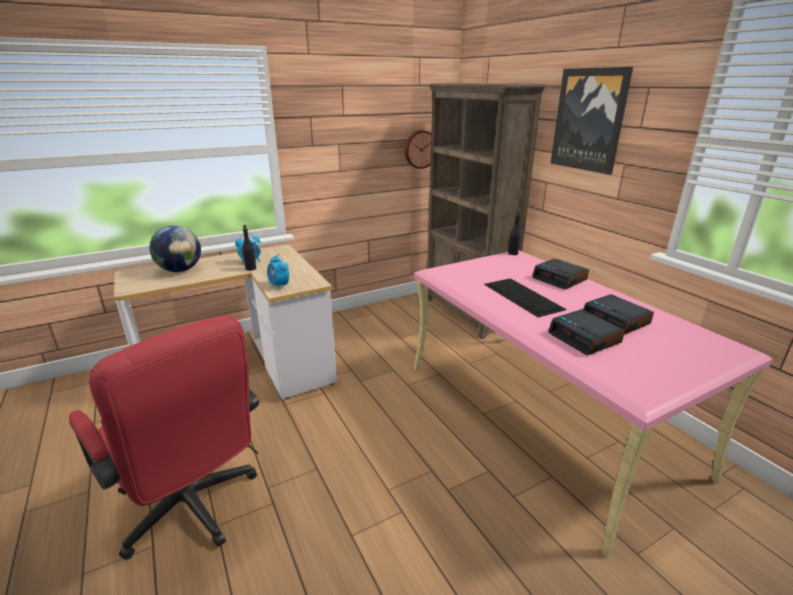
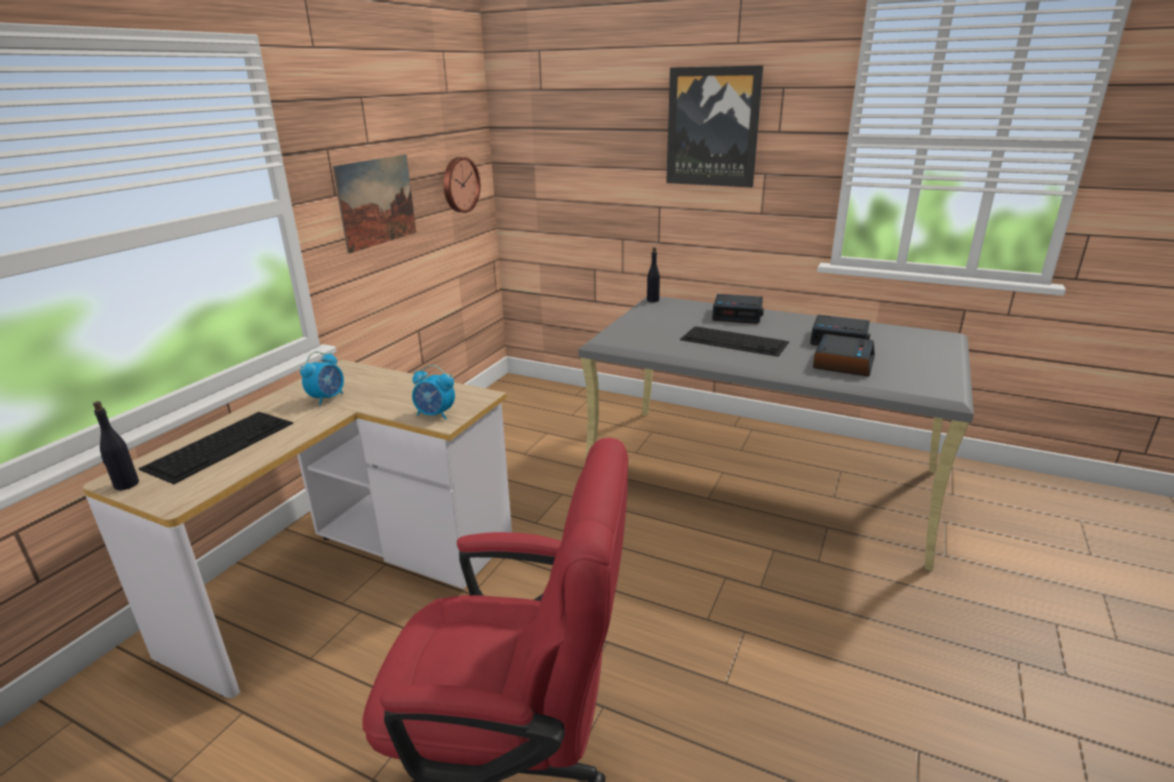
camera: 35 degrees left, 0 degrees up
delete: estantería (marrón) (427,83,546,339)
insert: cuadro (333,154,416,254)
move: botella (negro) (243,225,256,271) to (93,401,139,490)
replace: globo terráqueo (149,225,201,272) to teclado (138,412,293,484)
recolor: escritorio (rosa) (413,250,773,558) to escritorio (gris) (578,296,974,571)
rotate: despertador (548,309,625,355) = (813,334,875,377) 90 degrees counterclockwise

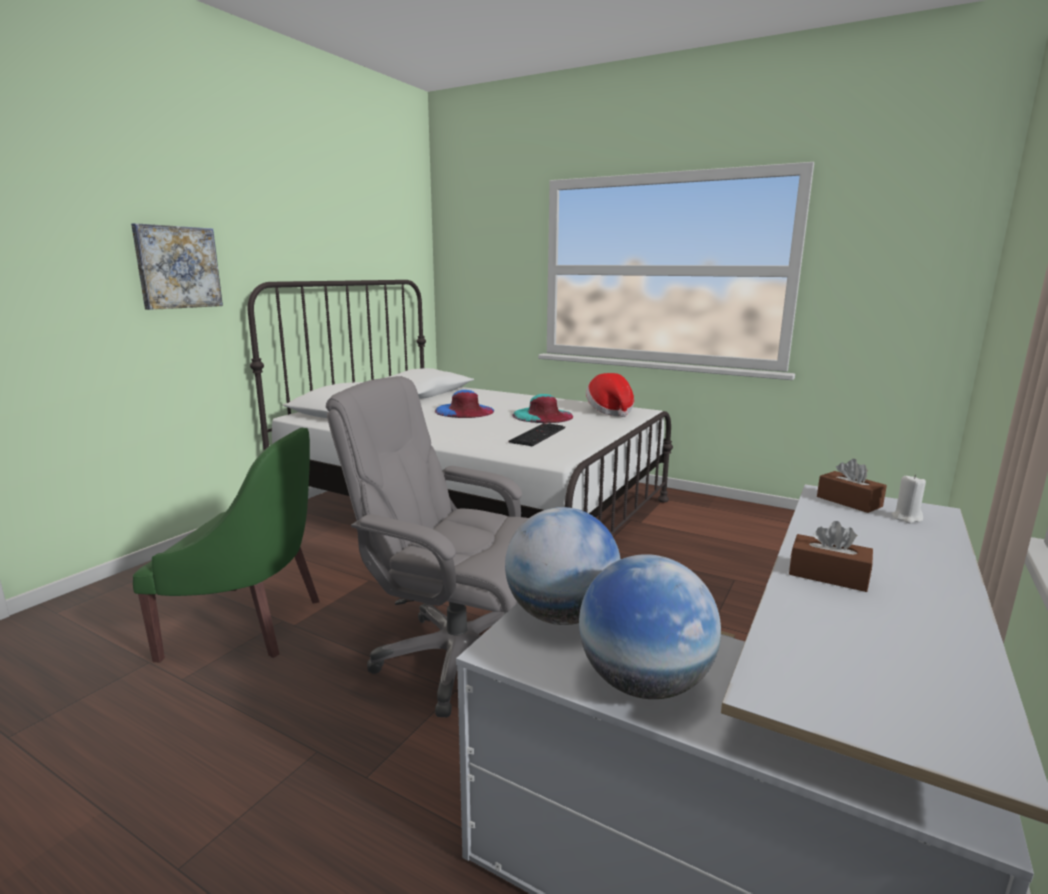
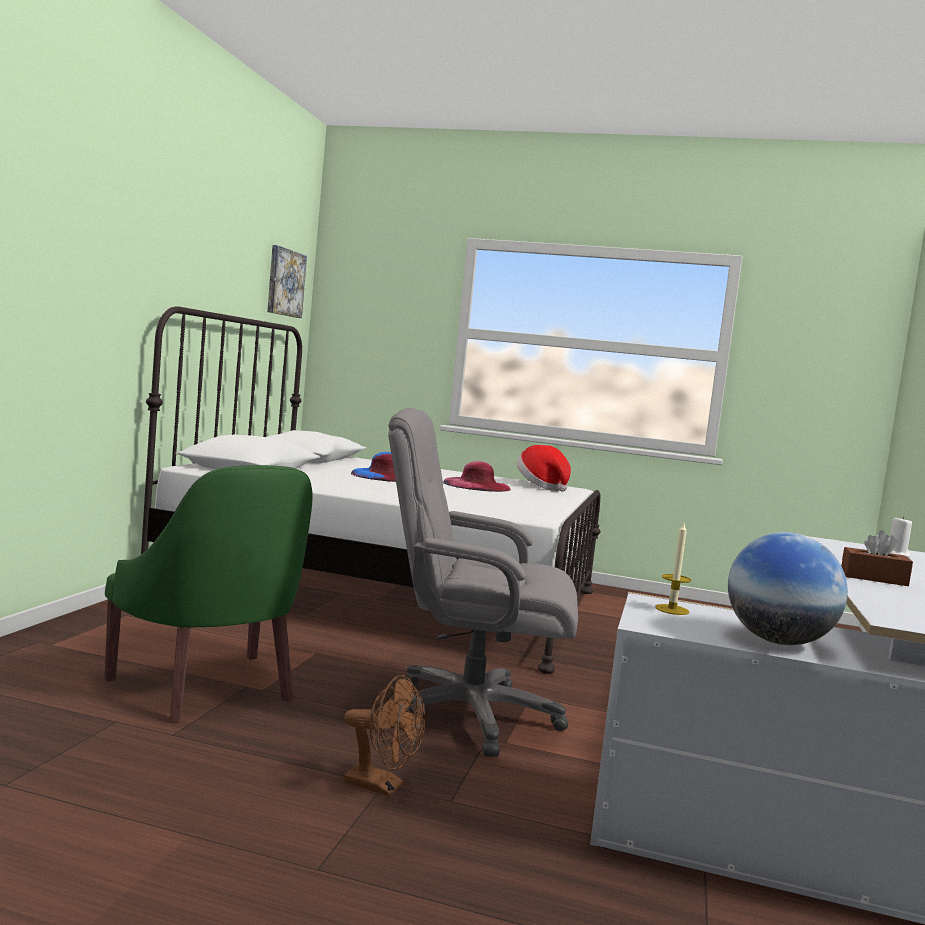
camera: 15 degrees left, 10 degrees down
delete: teclado (509,423,565,447); caja de pañuelos (marrón) (817,459,887,513)
insert: ventilador (marrón) (344,675,425,797)
move: cuadro (131,223,223,310) to (267,245,307,318)
replace: globo terráqueo (505,507,620,625) to vela (655,523,691,615)
recolor: sombrero (turquesa) (512,394,573,423) to sombrero (rosa) (443,461,511,492)
rotate: sillón (verde) (133,427,320,662) = (105,465,312,723) 60 degrees clockwise

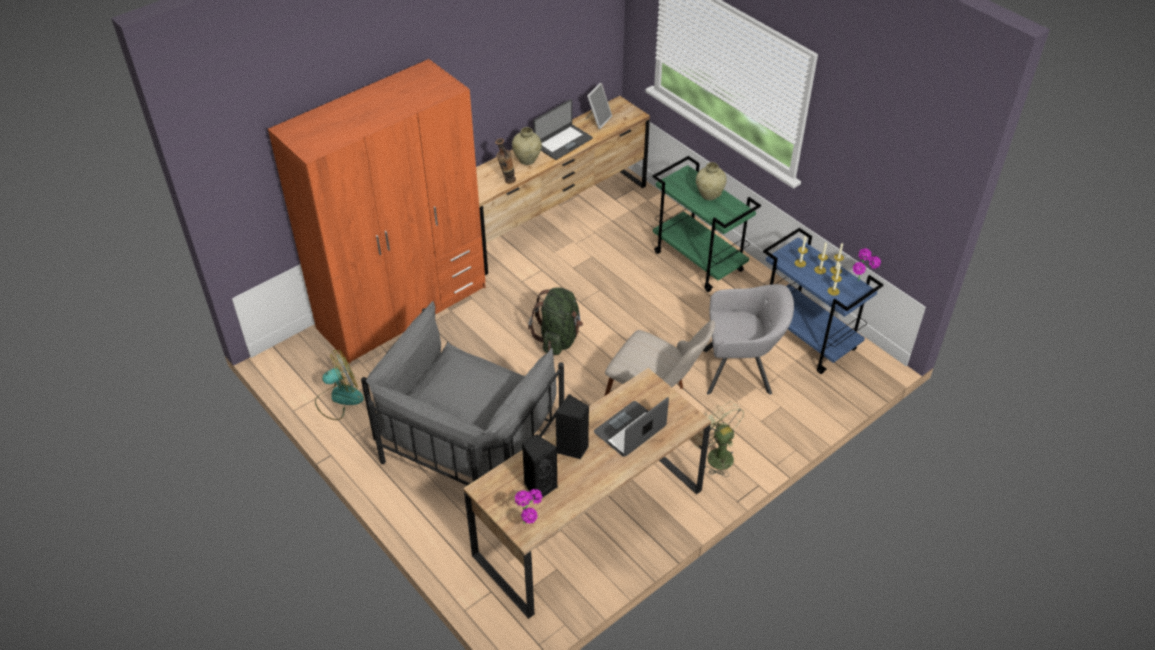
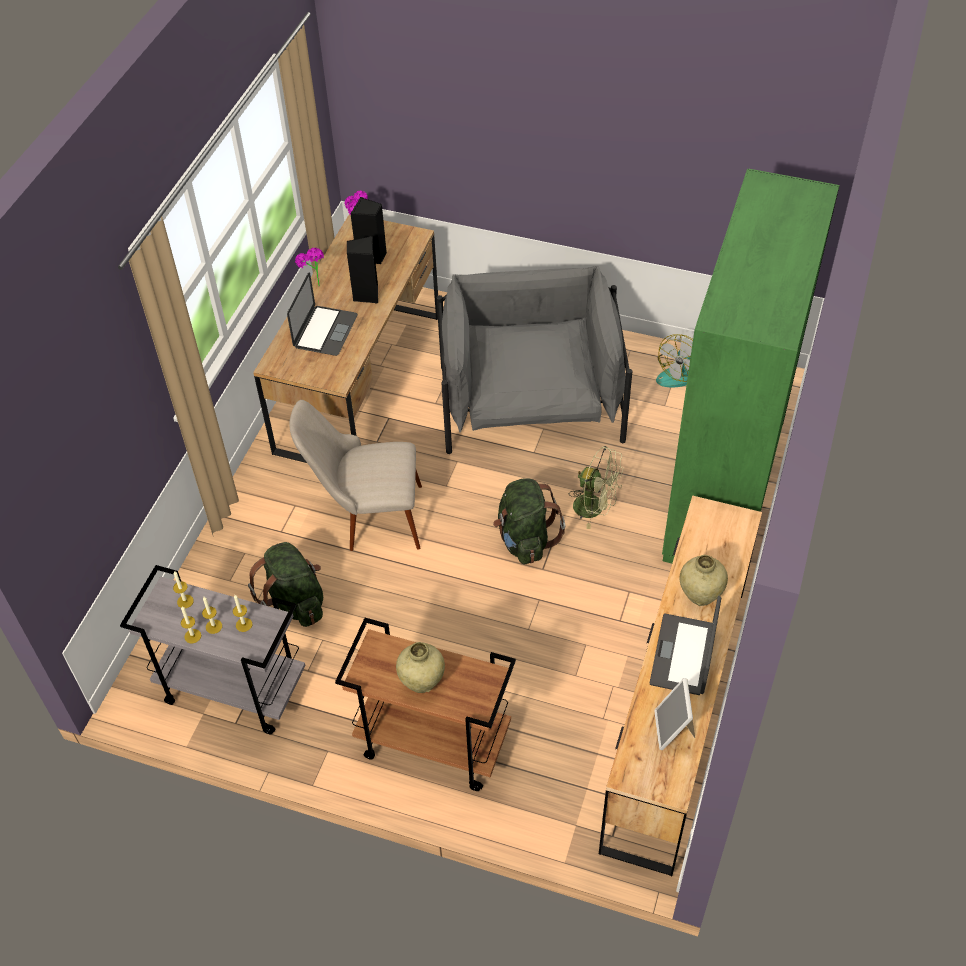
camera: 150 degrees right, 5 degrees up
delete: florero (495,138,516,184)
move: planta en maceta (853,248,881,281) to (295,248,324,286); ventilador (verde) (695,401,744,477) to (569,446,624,529)
replace: sillón (gris) (703,284,794,395) to mochila (verde) (248,542,323,627)
recolor: carrito (azul) (763,228,884,374) to carrito (gris) (120,565,306,734); carrito (verde) (653,156,761,292) to carrito (marrón) (335,618,516,791); armario ropero (naranja) (268,59,485,364) to armario ropero (verde) (662,169,840,564)

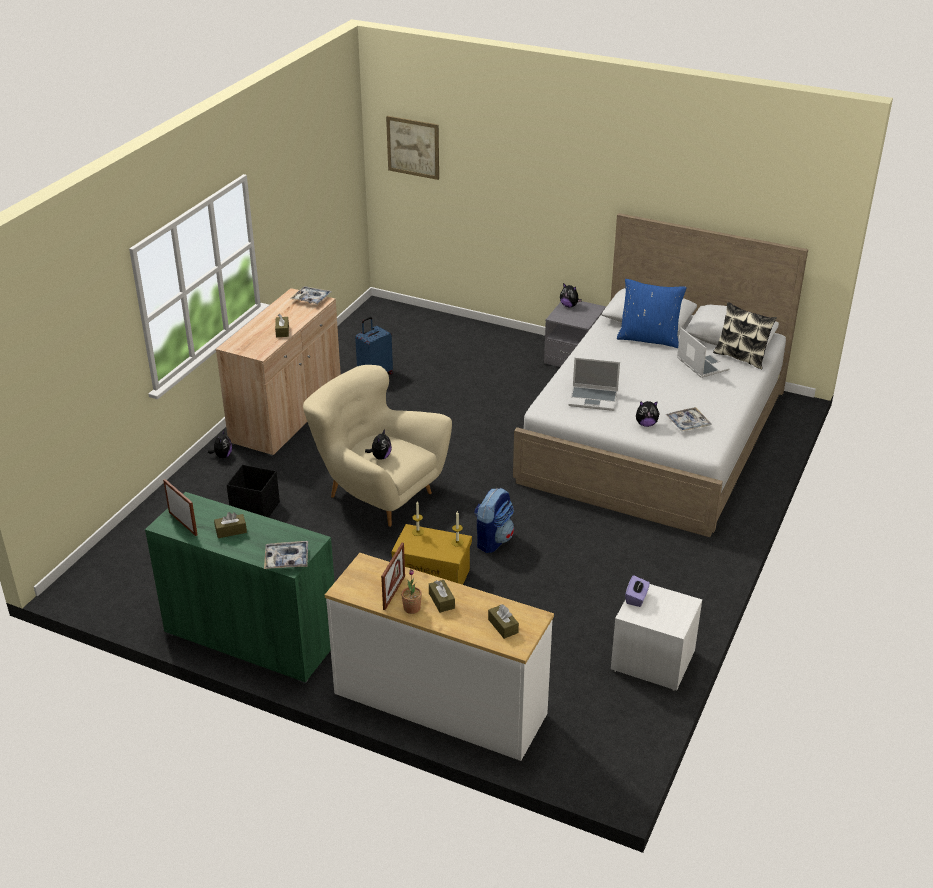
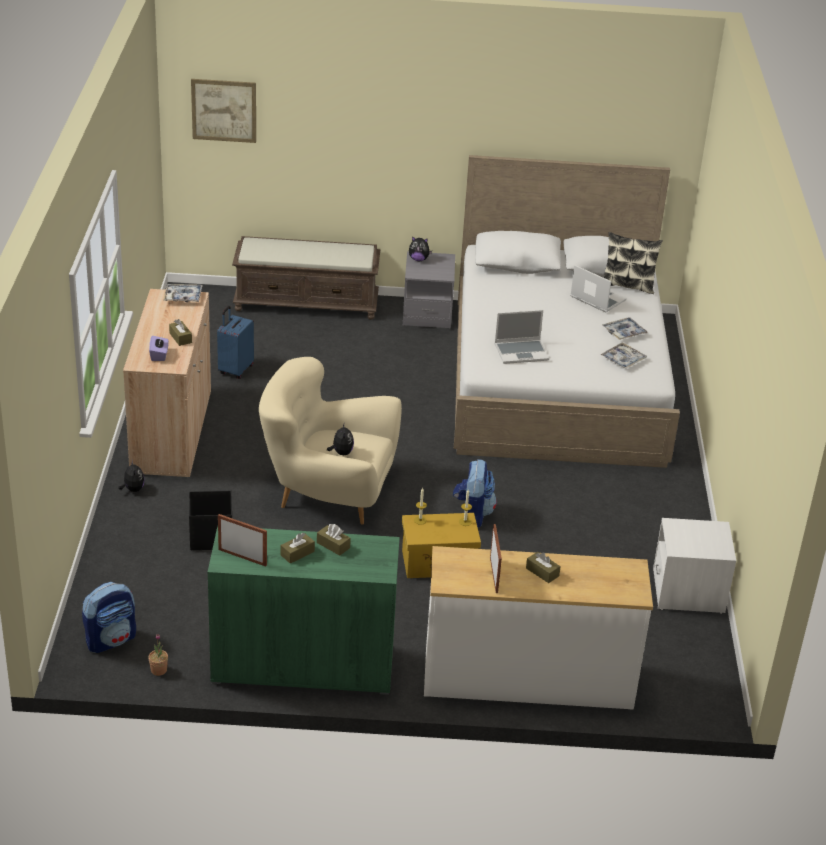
camera: 25 degrees left, 0 degrees up
delete: cojín (azul) (617,279,687,348); peluche (636,401,660,427)
insert: mochila (82,582,136,653); banco (marrón) (232,236,380,320)
move: planta en maceta (401,569,422,614) to (148,634,168,676); caja de pañuelos (morado) (625,575,650,607) to (149,336,169,361); caja de pañuelos (marrón) (488,604,519,639) to (317,524,351,556); bandeja (264,541,308,569) to (603,317,648,340)

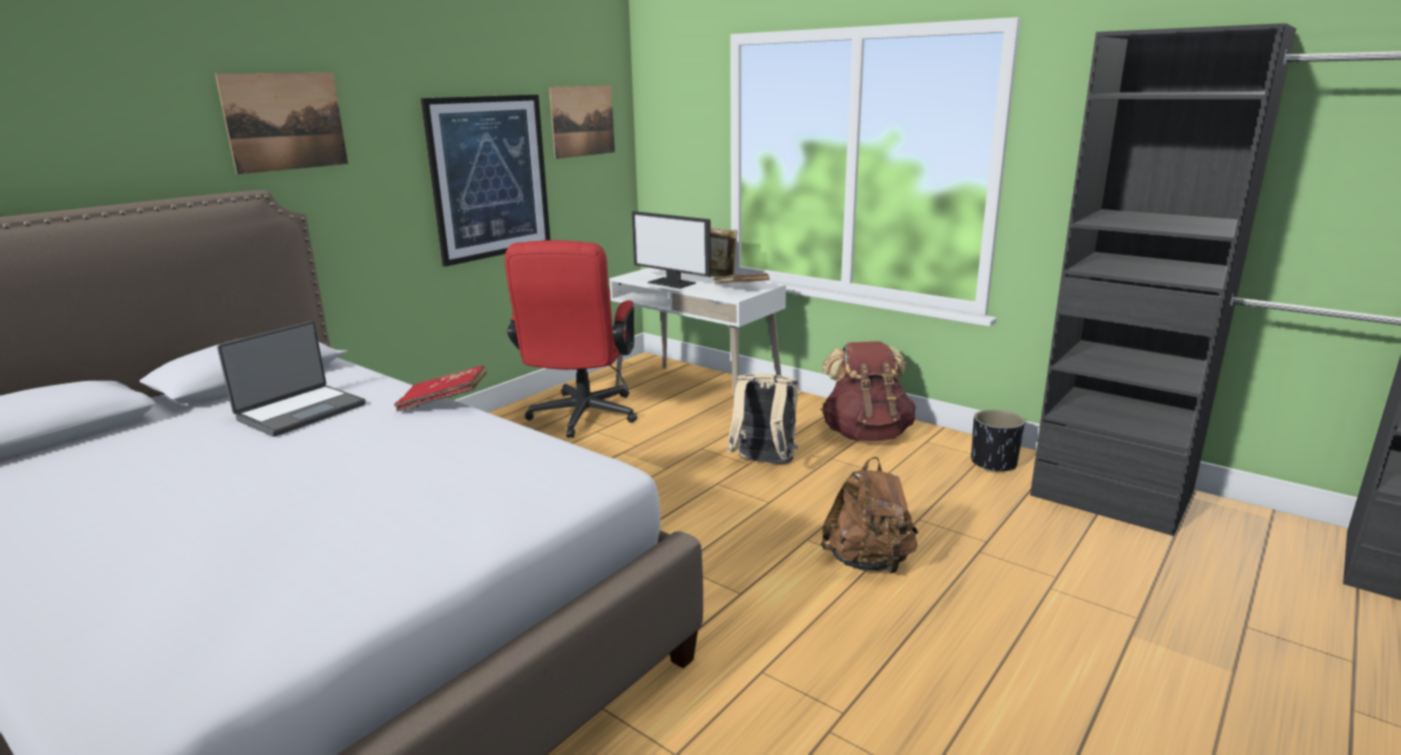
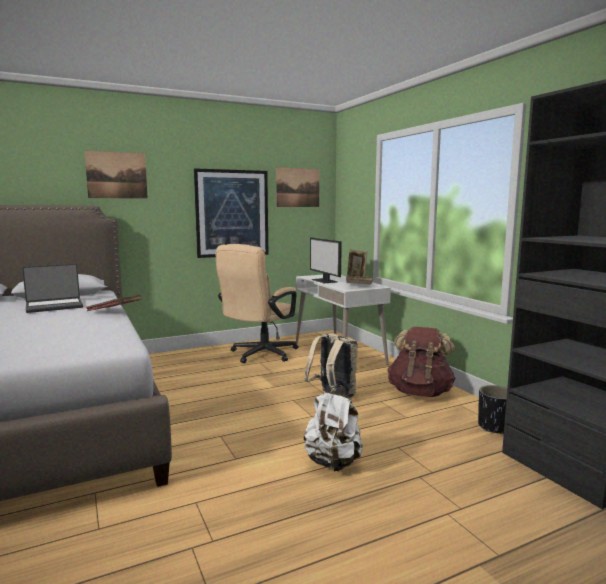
camera: 25 degrees right, 10 degrees down
recolor: silla de oficina (rojo) (505,240,637,438) to silla de oficina (beis) (216,244,298,363); mochila (marrón) (821,457,918,574) to mochila (blanco) (304,385,363,471)

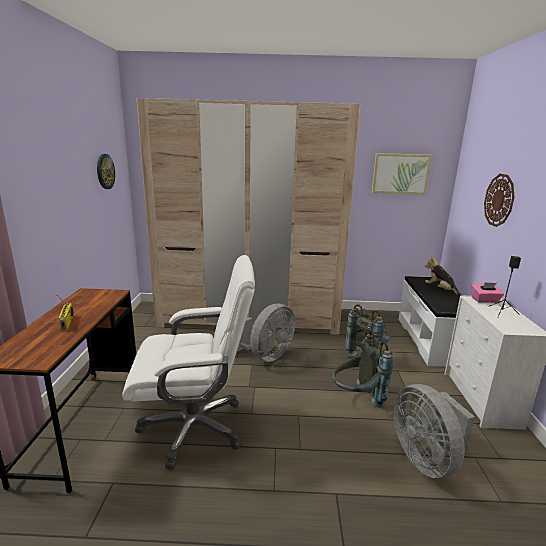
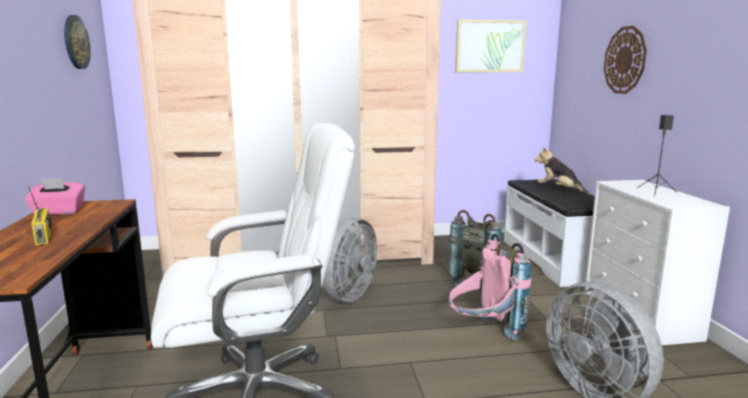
camera: 10 degrees left, 5 degrees down
move: caja de pañuelos (rosa) (471,282,504,303) to (25,178,85,215)
recolor: mochila (gris) (332,331,393,408) to mochila (rosa) (448,234,532,340)

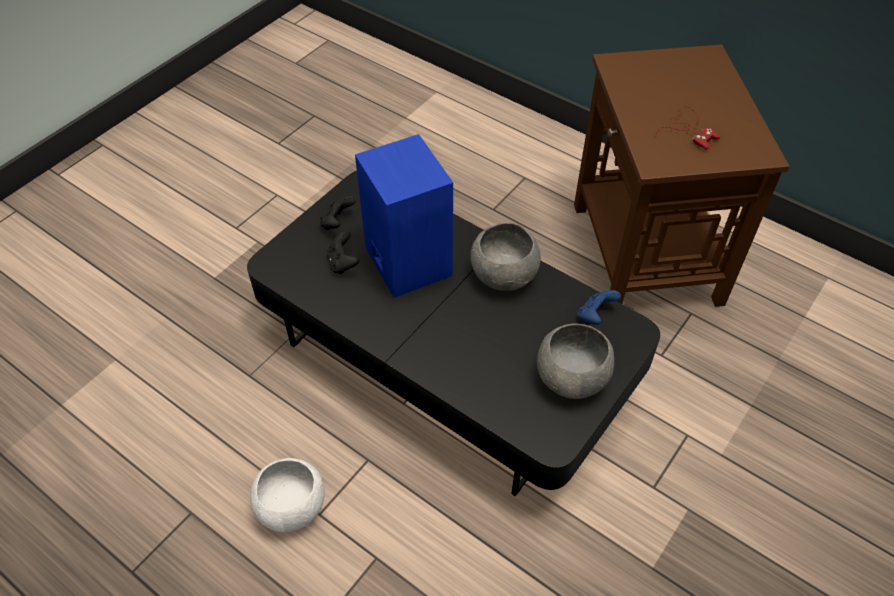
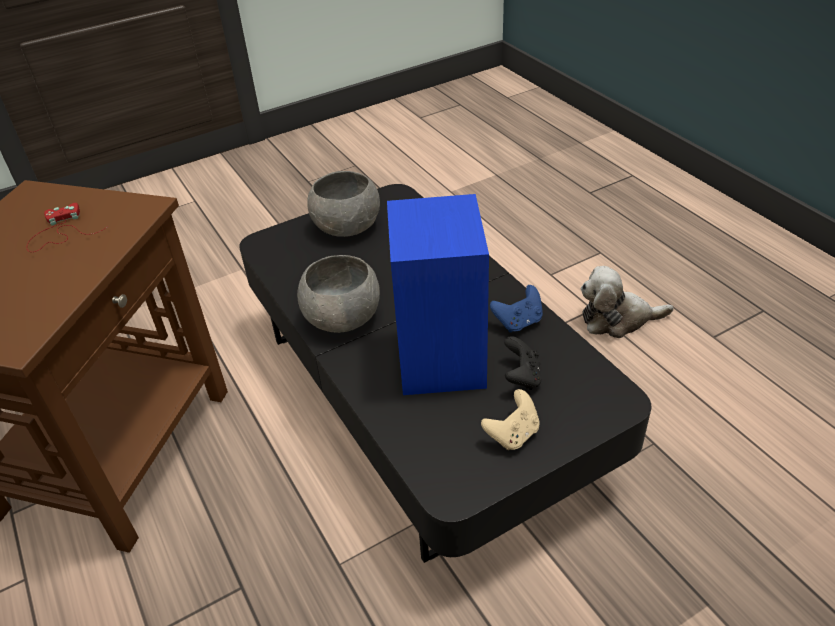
camera: 155 degrees left, 10 degrees down
move: mando de consola (azul) (578,290,621,325) to (490,285,543,333)
replace: cuenco (blanco) (250,458,325,533) to peluche (581,266,674,338)
recolor: mando de consola (negro) (320,196,356,230) to mando de consola (beis) (481,389,540,450)

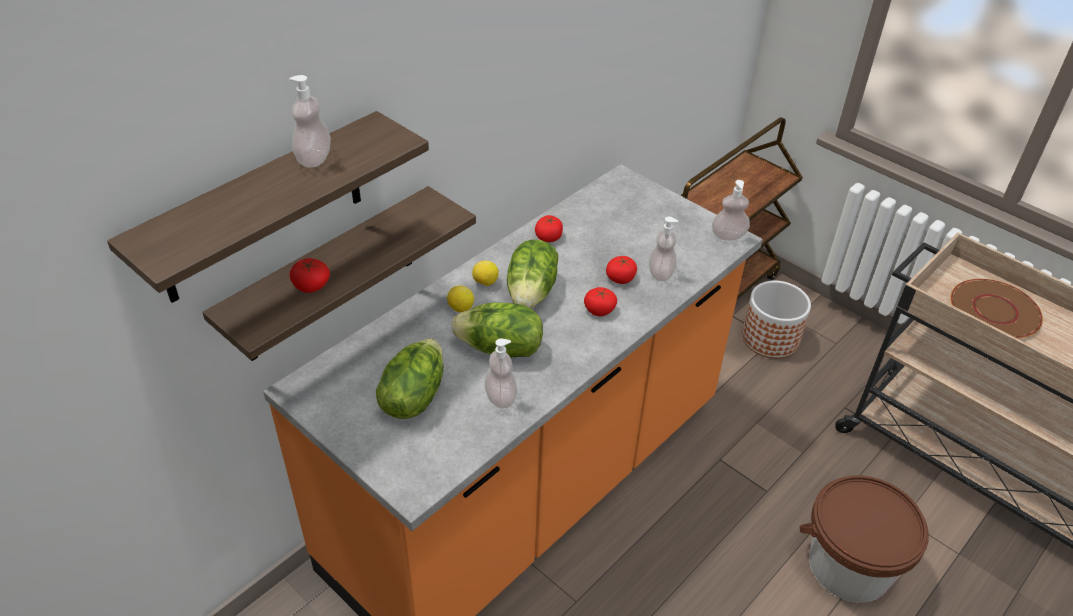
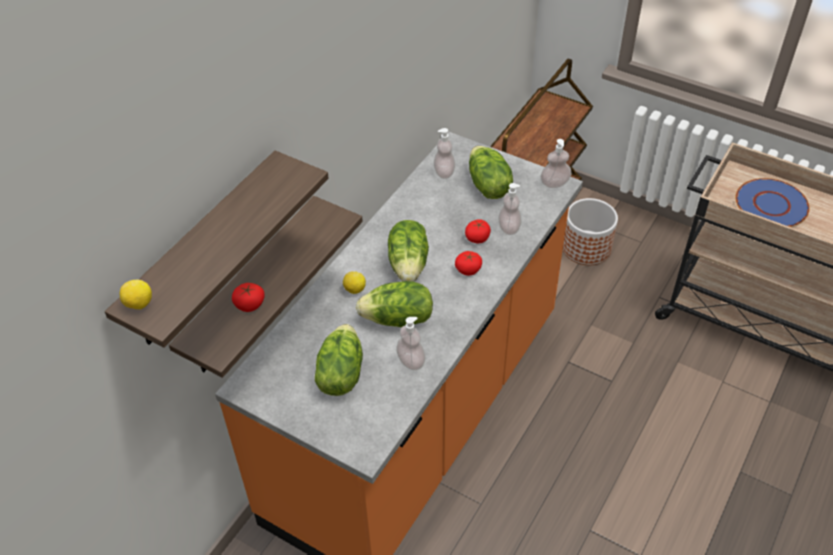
camera: 10 degrees left, 5 degrees up
delete: tomate (535,215,563,242); cubo (marrón) (800,475,929,602)
insert: lechuga (469,146,513,199)
move: limón (472,261,499,286) to (120,280,152,309); dispensador de jabón (289,75,331,168) to (434,128,455,179)
recolor: plato (marrón) (950,279,1043,339) to plato (azul) (736,178,810,227)

